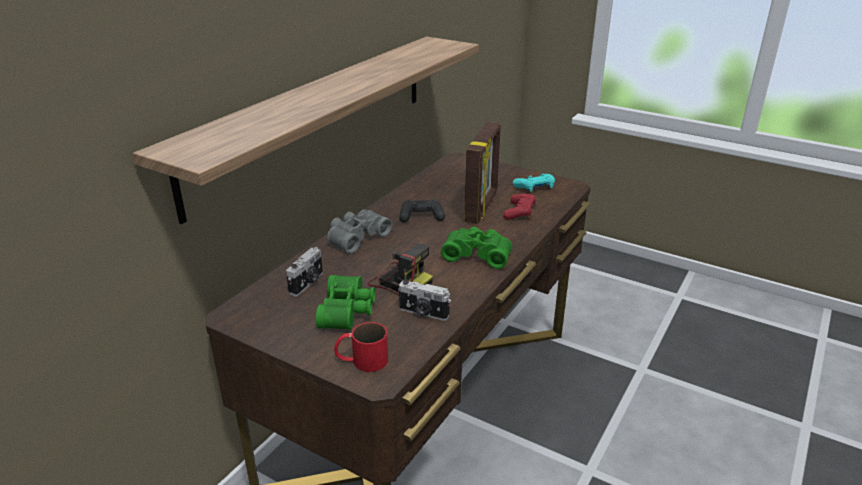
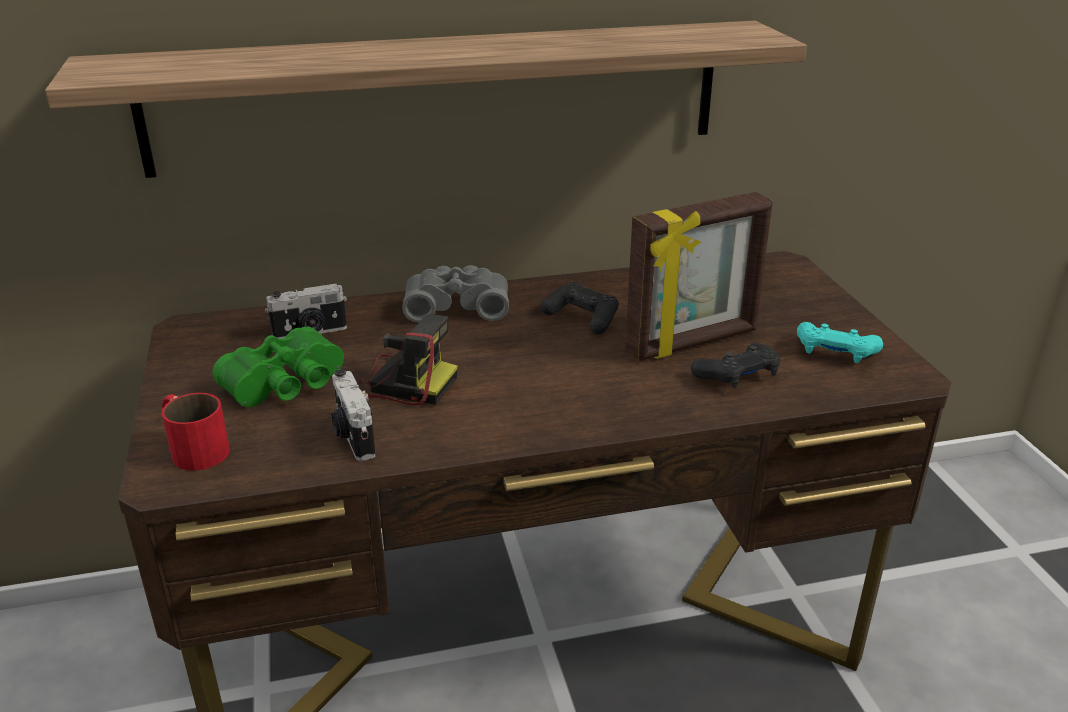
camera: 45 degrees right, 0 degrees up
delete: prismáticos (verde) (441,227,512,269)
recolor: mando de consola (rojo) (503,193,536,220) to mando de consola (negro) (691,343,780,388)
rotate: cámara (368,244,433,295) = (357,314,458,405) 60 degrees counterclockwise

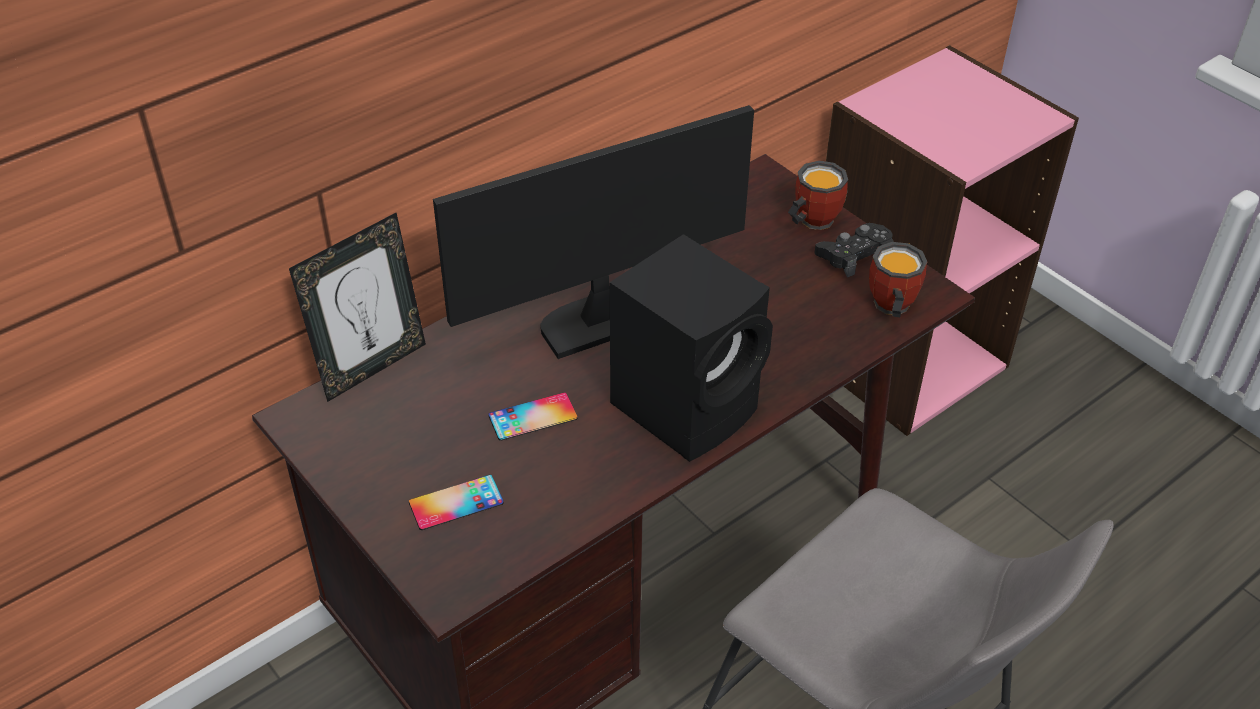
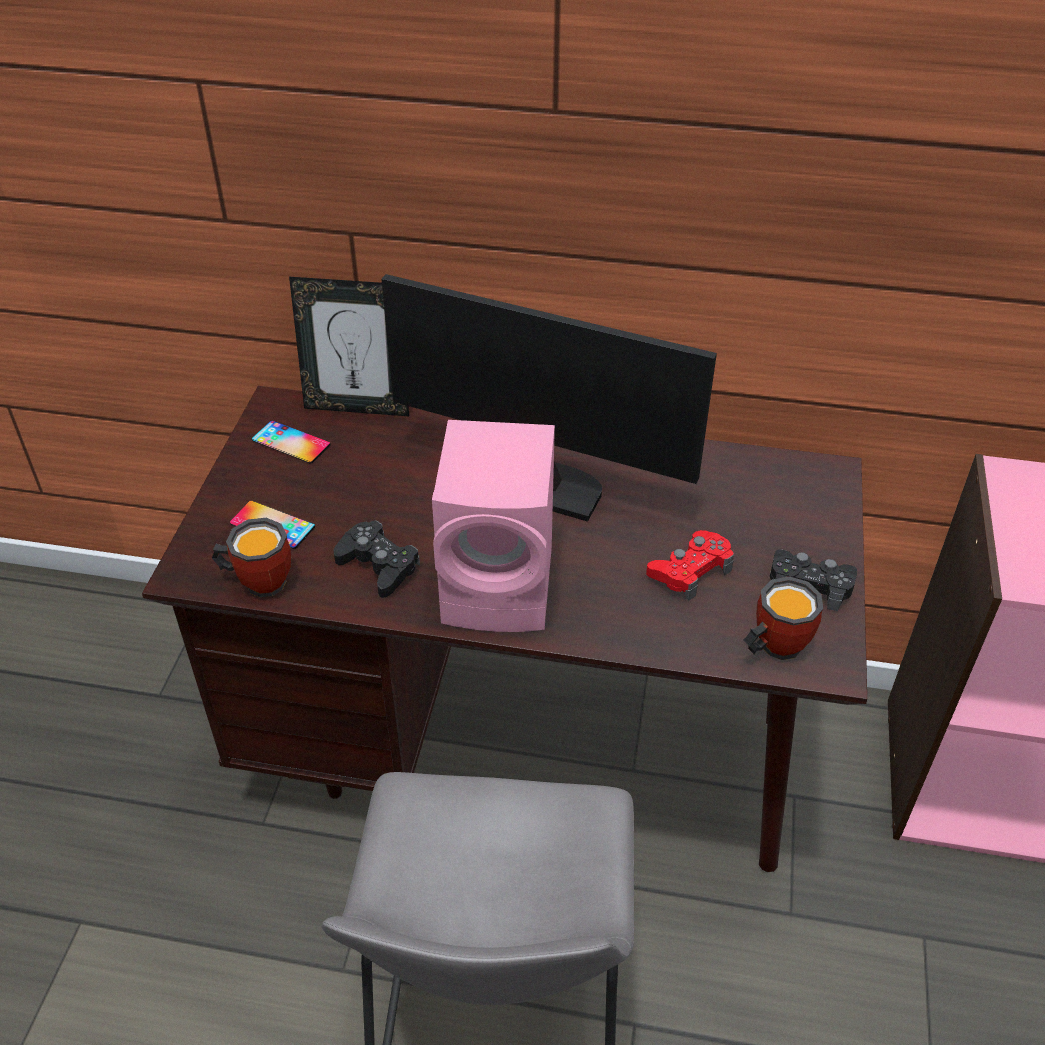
camera: 50 degrees right, 0 degrees up
insert: mando de consola (negro) (334,521,420,598); mando de consola (rojo) (646,530,734,601)
move: taza grande (788,160,848,230) to (212,518,291,598); móvil (488,392,578,441) to (252,421,331,463)
recolor: altavoz (negro) (610,234,773,462) to altavoz (rosa) (432,420,555,632)

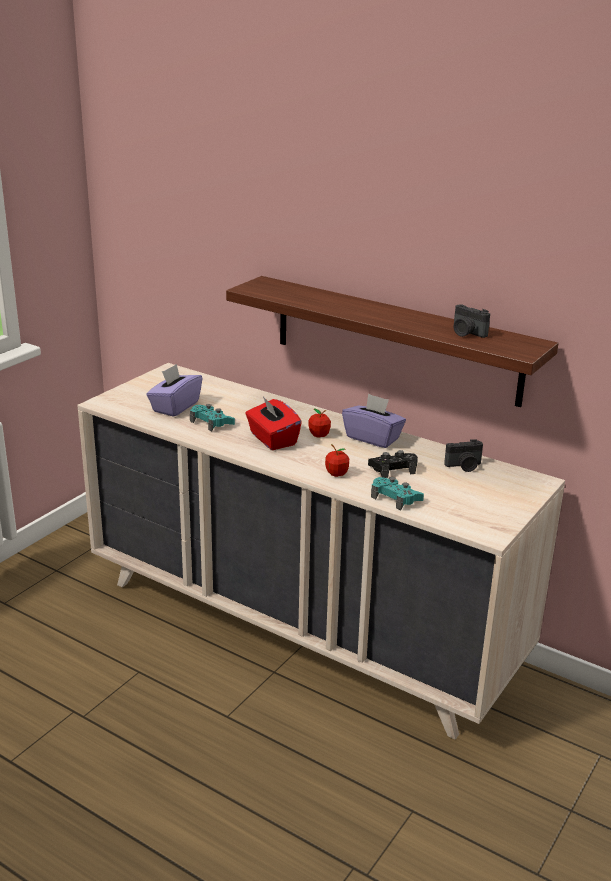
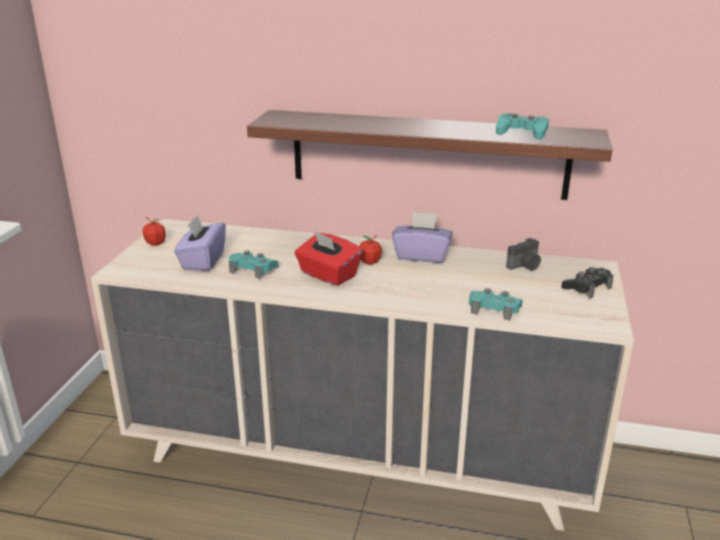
camera: 20 degrees left, 0 degrees up
move: manzana (325,444,349,477) to (143,217,166,246); mando de consola (negro) (368,450,418,478) to (561,267,613,299)
replace: cámara (454,304,490,338) to mando de consola (turquesa) (496,113,549,140)

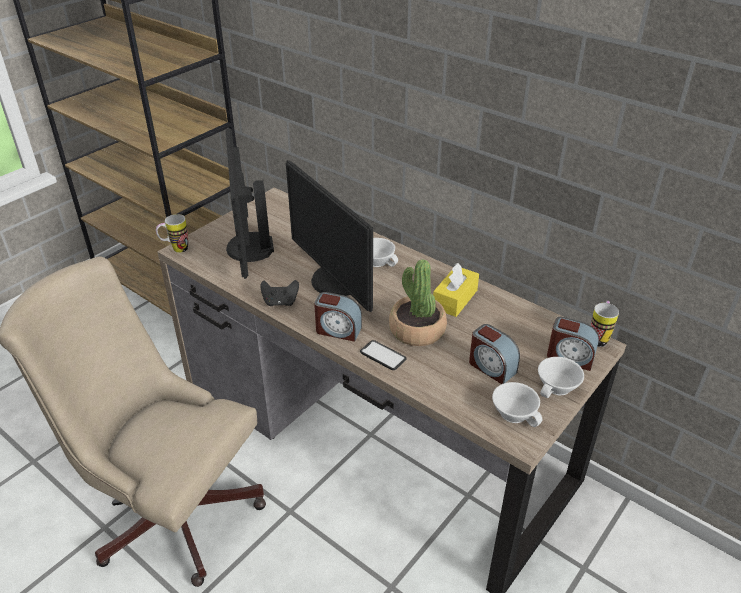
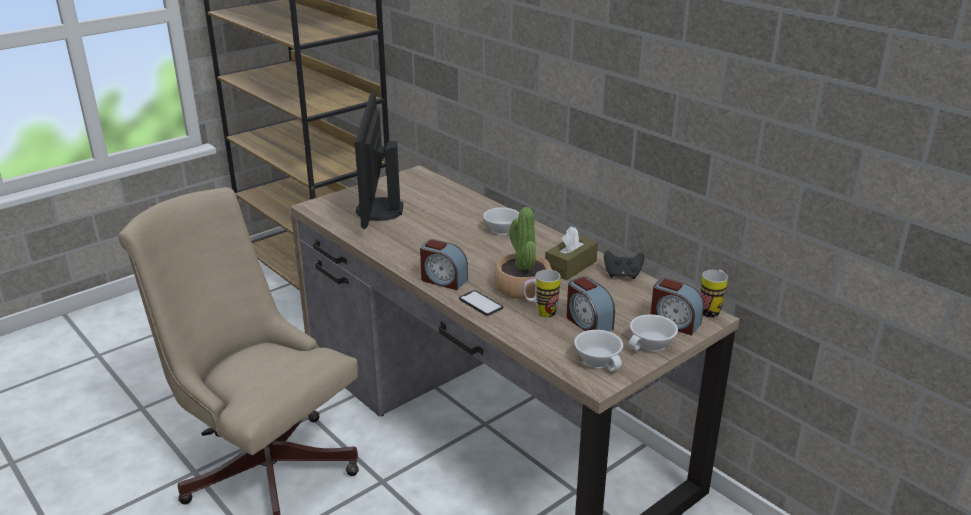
camera: 10 degrees right, 10 degrees down
delete: monitor (286,160,373,312)
move: taza grande (156,214,188,253) to (523,270,560,318); mando de consola (negro) (260,280,299,306) to (604,251,644,279)
recolor: caja de pañuelos (amarillo) (433,263,479,317) to caja de pañuelos (marrón) (545,226,598,281)

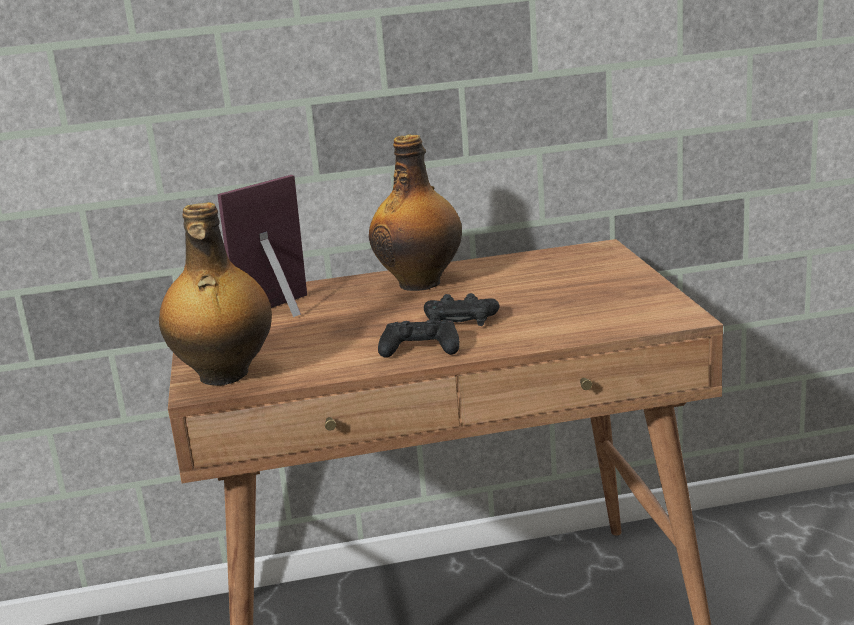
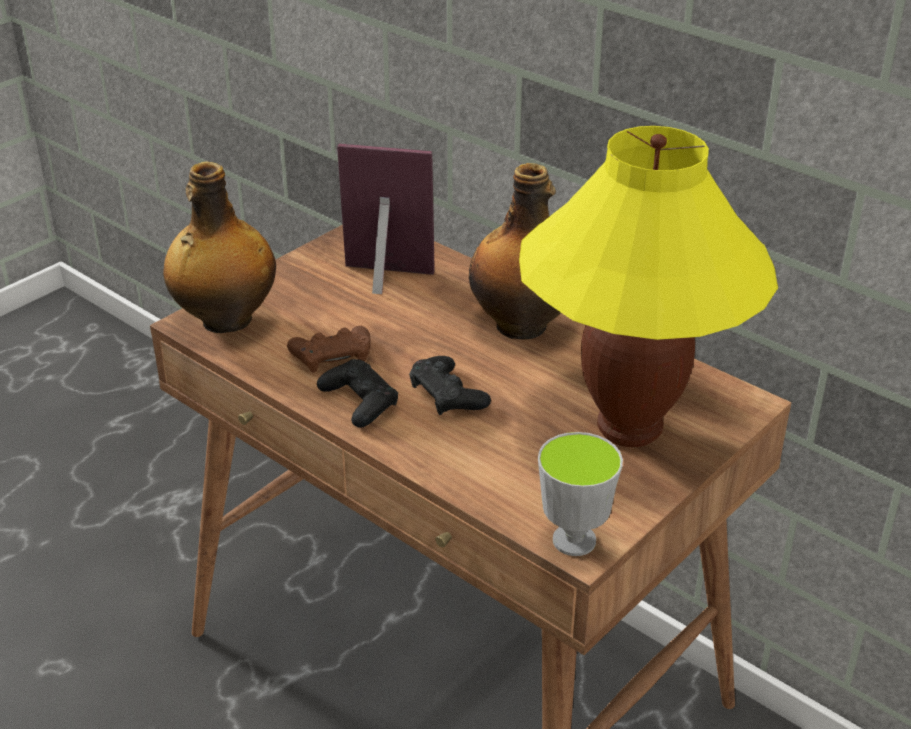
camera: 50 degrees right, 15 degrees up
insert: mando de consola (marrón) (287,326,371,373); lámpara de mesa (amarillo) (519,126,778,447); taza (538,432,623,556)

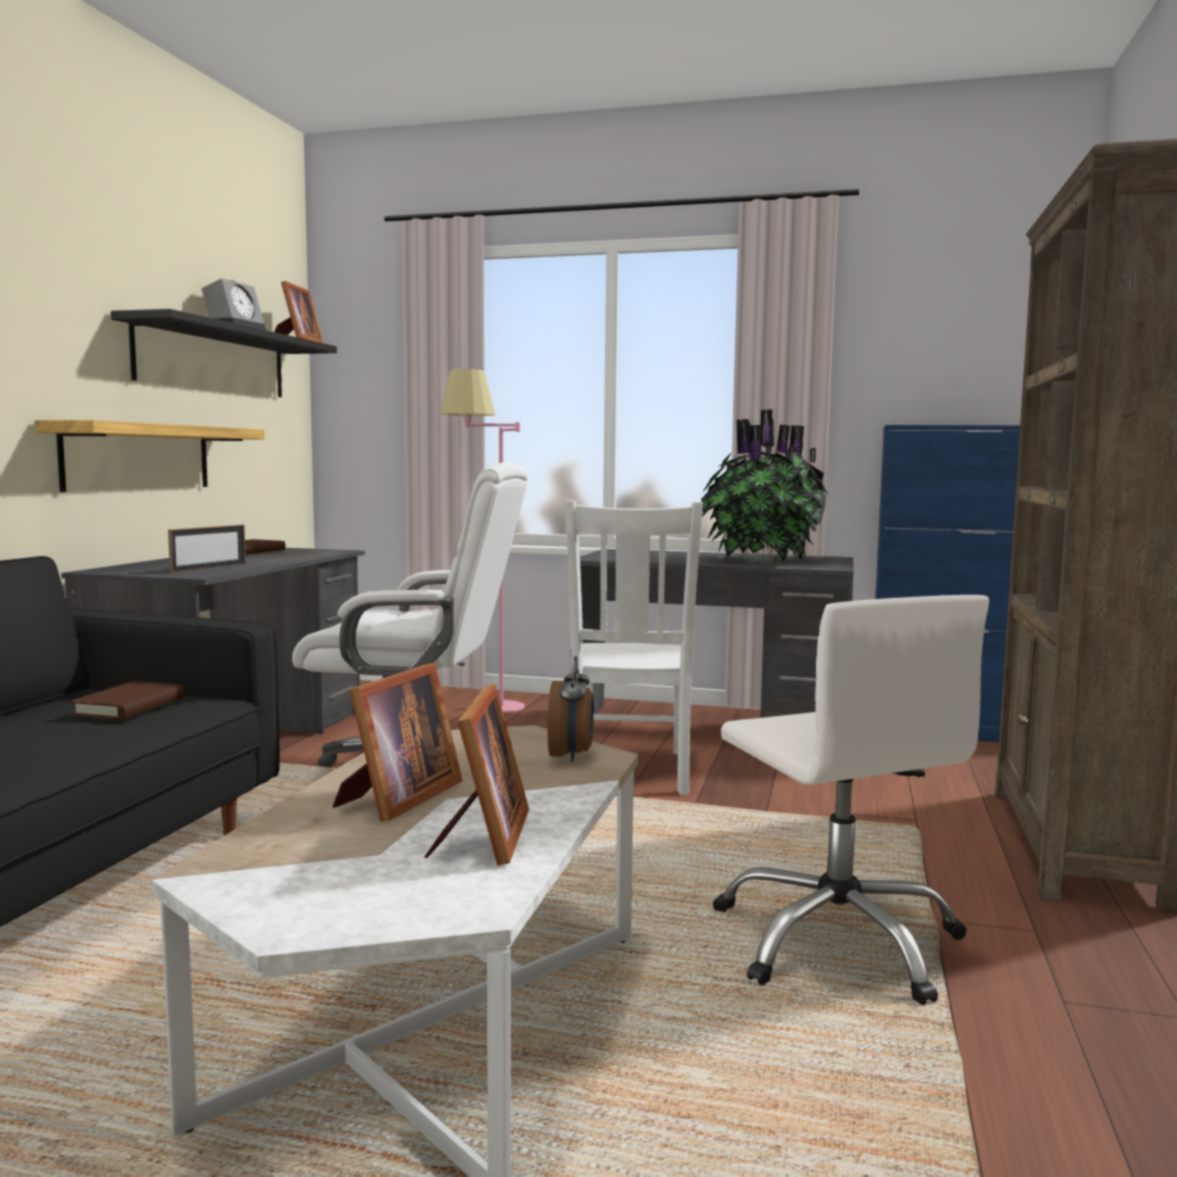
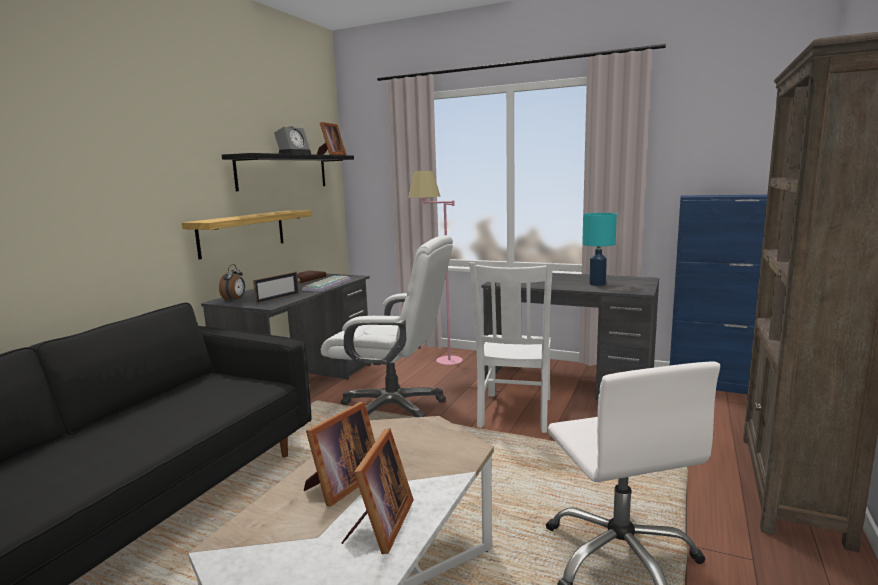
camera: 10 degrees right, 5 degrees up
delete: libro (marrón) (70,681,184,720)
insert: teclado (302,276,351,291)
move: despertador (547,656,594,762) to (219,264,245,302)
replace: planta en maceta (701,409,829,563) to lámpara de mesa (turquesa) (582,213,617,286)

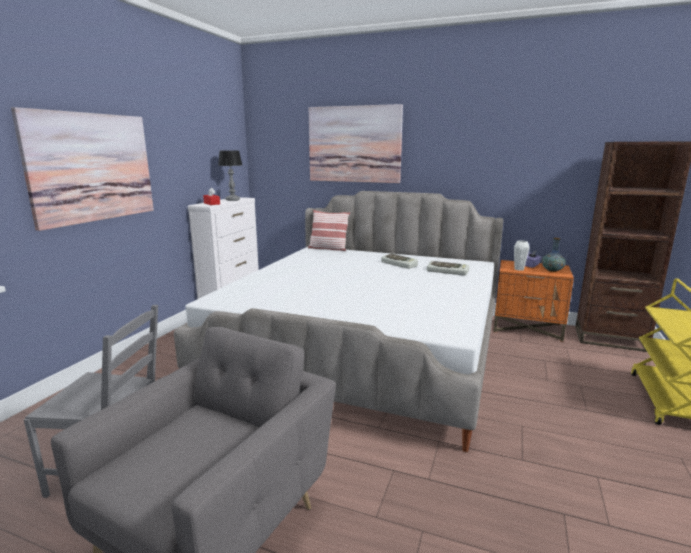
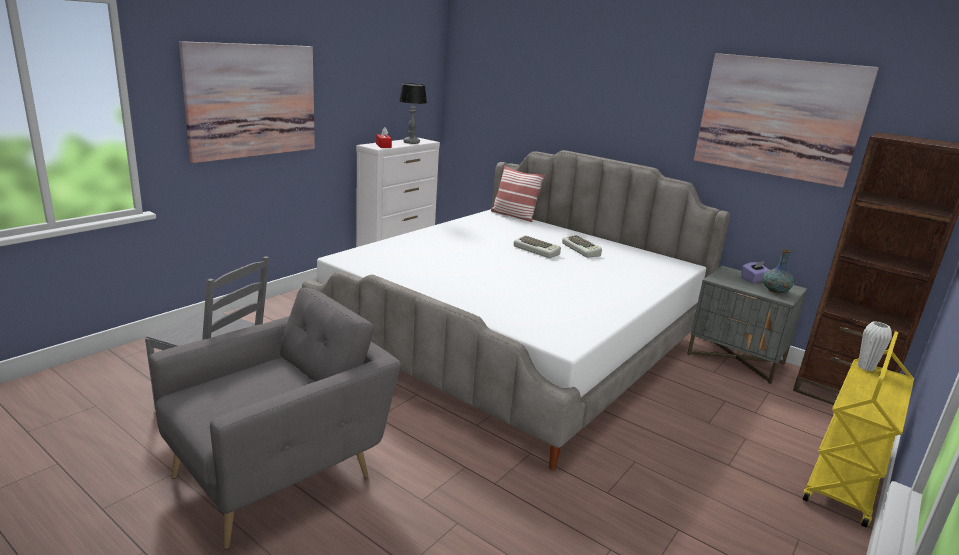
camera: 15 degrees right, 5 degrees up
move: teclado (427,261,469,276) to (514,235,561,258); cuadro (309,104,403,183) to (694,53,879,188); florero (blanco) (514,240,529,271) to (858,321,892,371)
recolor: mesita de noche (naranja) (494,260,574,342) to mesita de noche (gris) (687,266,807,385)

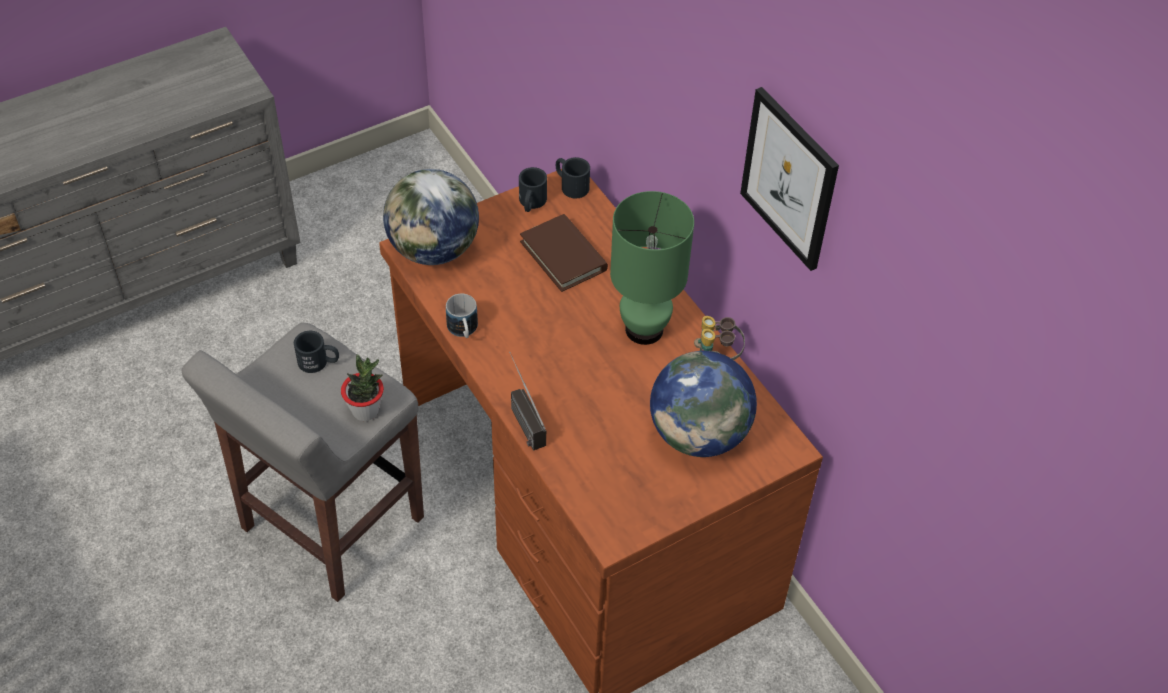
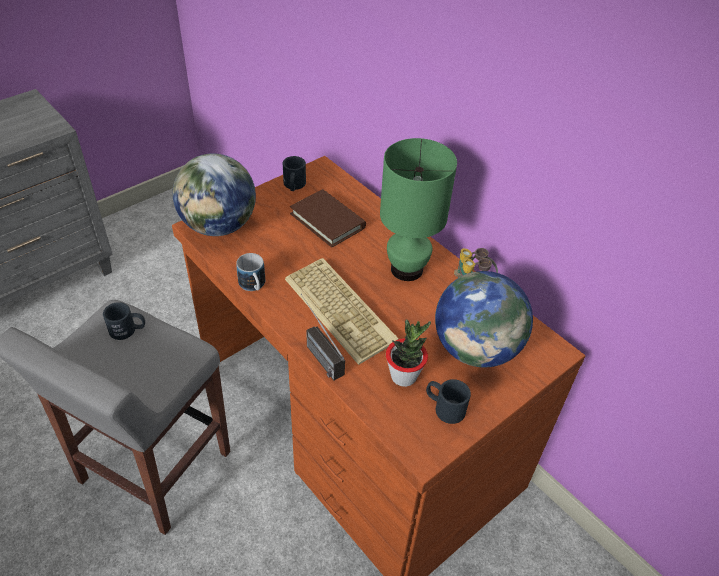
camera: 10 degrees left, 5 degrees down
delete: cuadro (740,87,839,271)
insert: teclado (285,258,398,365)
move: planta en maceta (341,355,384,421) to (386,319,431,387); taza grande (negro) (556,157,590,198) to (426,379,471,424)

